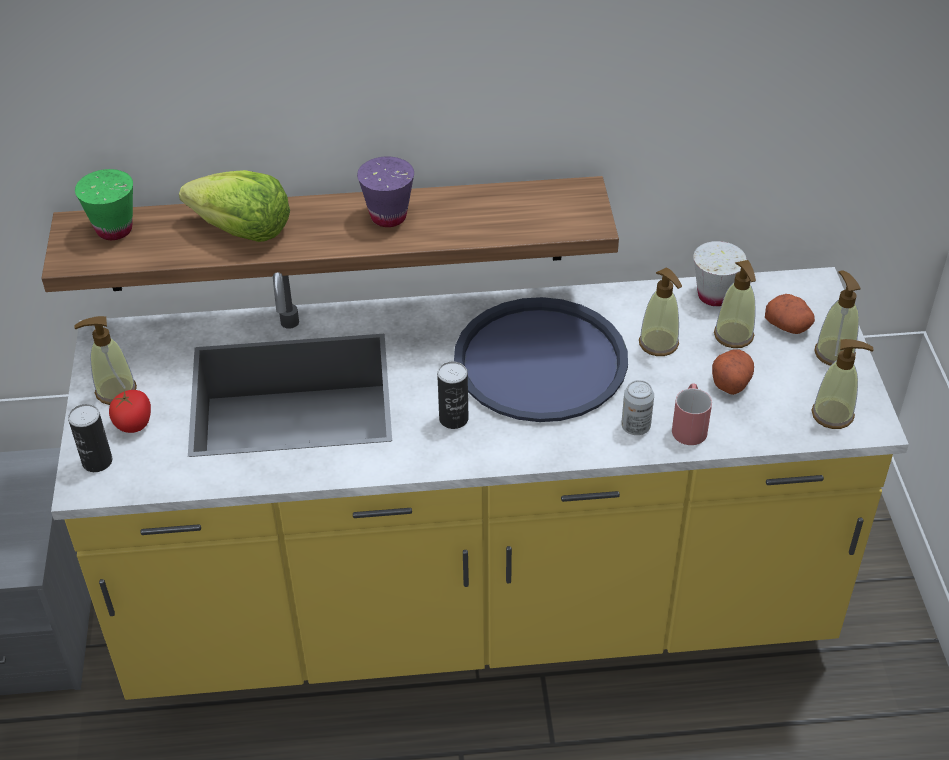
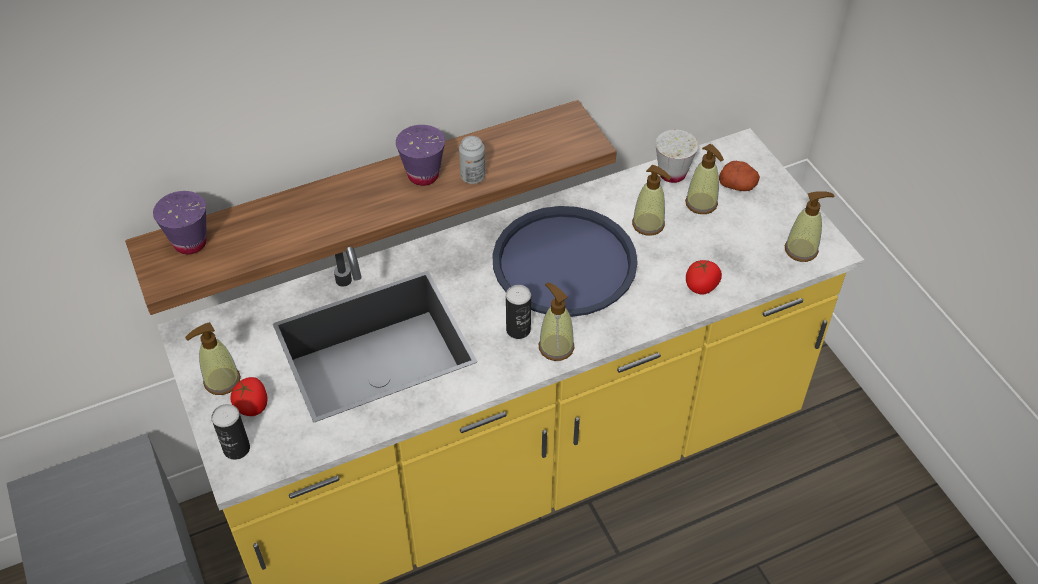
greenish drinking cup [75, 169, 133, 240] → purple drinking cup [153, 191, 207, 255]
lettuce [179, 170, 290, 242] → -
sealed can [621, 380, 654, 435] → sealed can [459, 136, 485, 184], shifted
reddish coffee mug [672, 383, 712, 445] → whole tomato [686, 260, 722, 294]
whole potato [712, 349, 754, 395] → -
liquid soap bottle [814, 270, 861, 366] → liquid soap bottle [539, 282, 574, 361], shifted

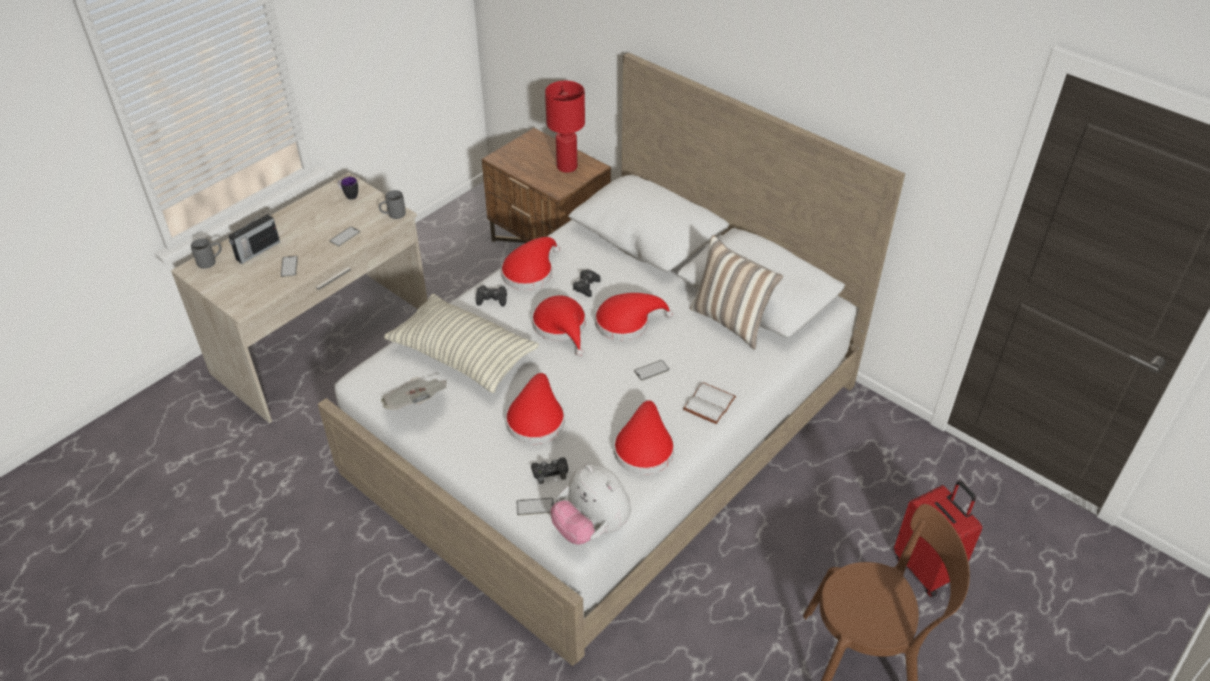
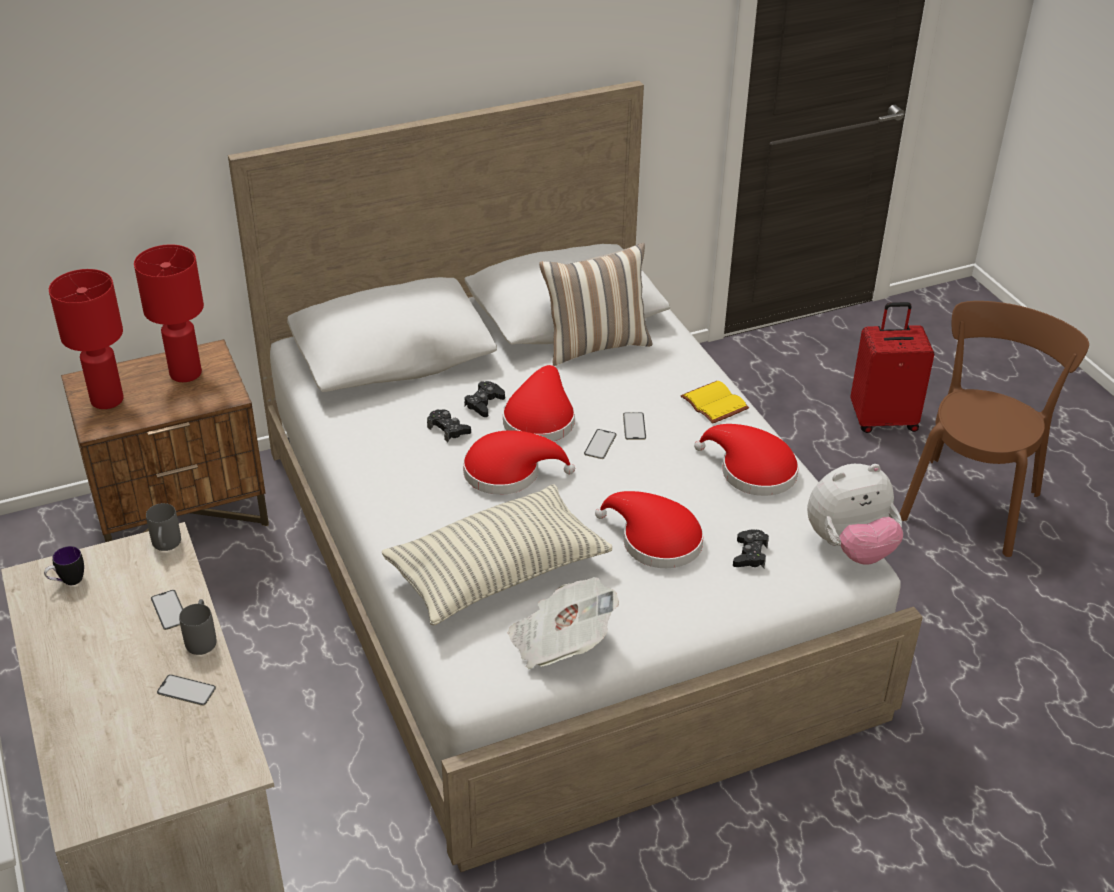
grey coffee mug [191, 238, 222, 269] → grey coffee mug [179, 599, 217, 655], shifted
radio receiver [228, 213, 280, 264] → -
black-coloured gamepad [476, 285, 507, 307] → black-coloured gamepad [464, 381, 505, 417], shifted
reddish wearable hat [501, 237, 560, 290] → -
handset [517, 498, 554, 516] → handset [584, 429, 617, 459], shifted
white-coloured bound book [683, 382, 736, 424] → yellowish bound book [680, 380, 749, 424]
- → reddish tabletop lamp [49, 269, 124, 409]

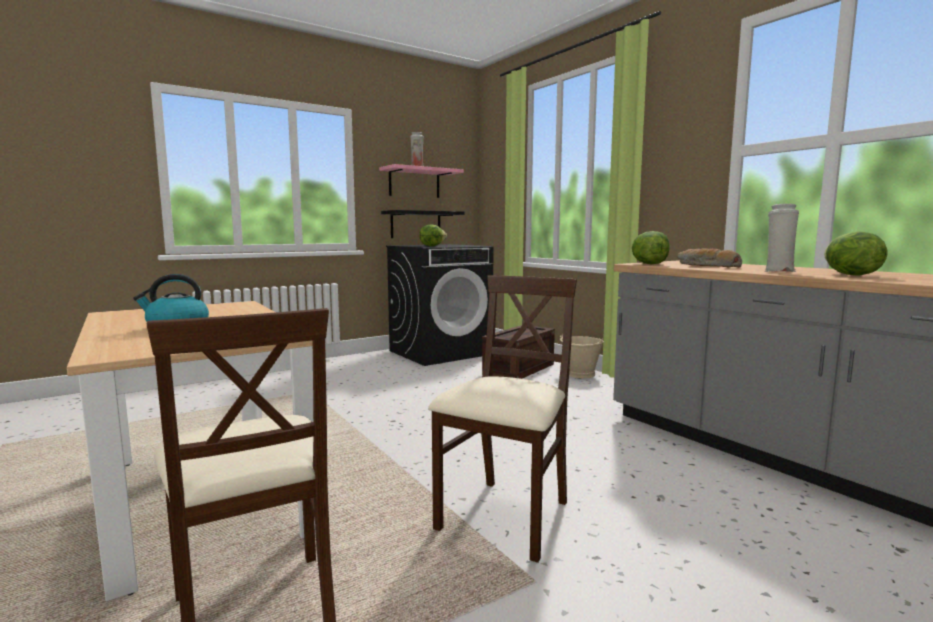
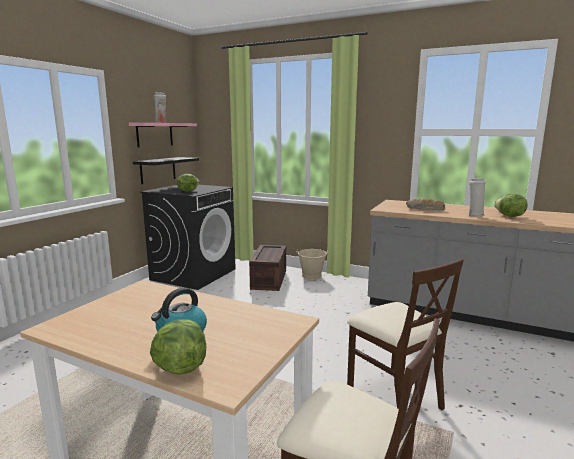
sand-coloured plain chair [428, 275, 577, 563] → sand-coloured plain chair [347, 259, 464, 410], 150 degrees clockwise
lettuce [632, 231, 670, 264] → lettuce [150, 319, 206, 375], shifted

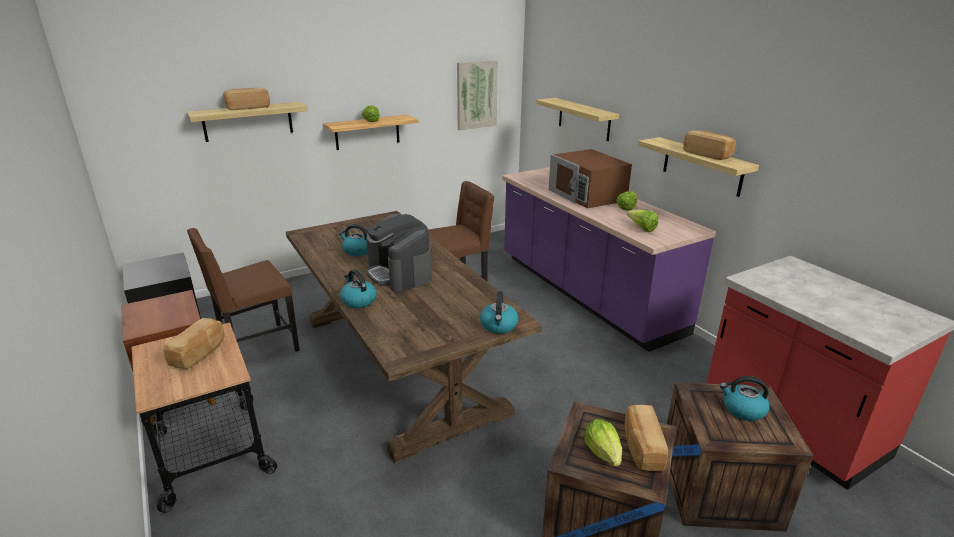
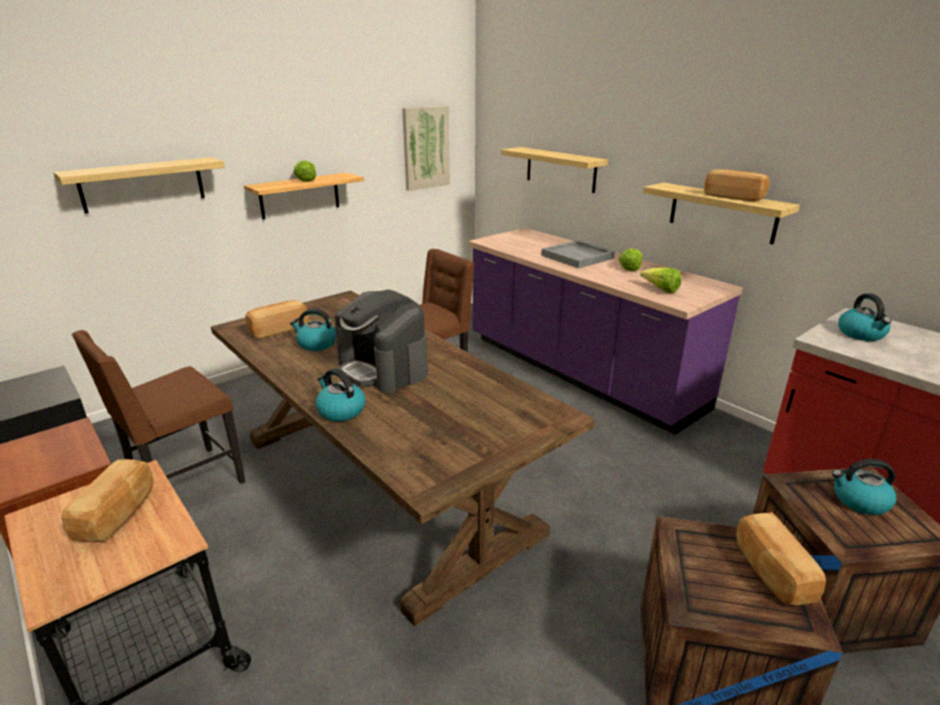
bread [224, 88, 270, 110] → bread [246, 300, 309, 339], shifted
water kettle [480, 291, 519, 334] → water kettle [838, 293, 891, 341], shifted
brownish kitchen microwave [549, 149, 632, 209] → grey serving tray [541, 240, 615, 268]
lettuce [584, 419, 622, 466] → -

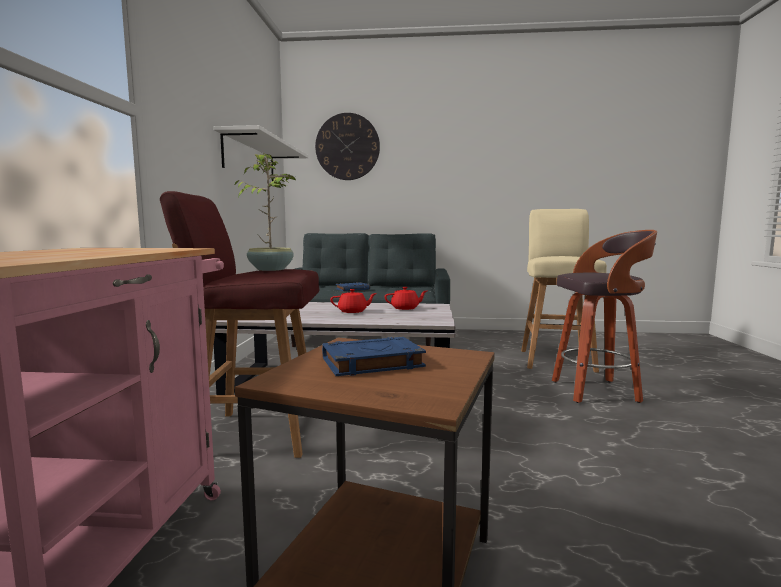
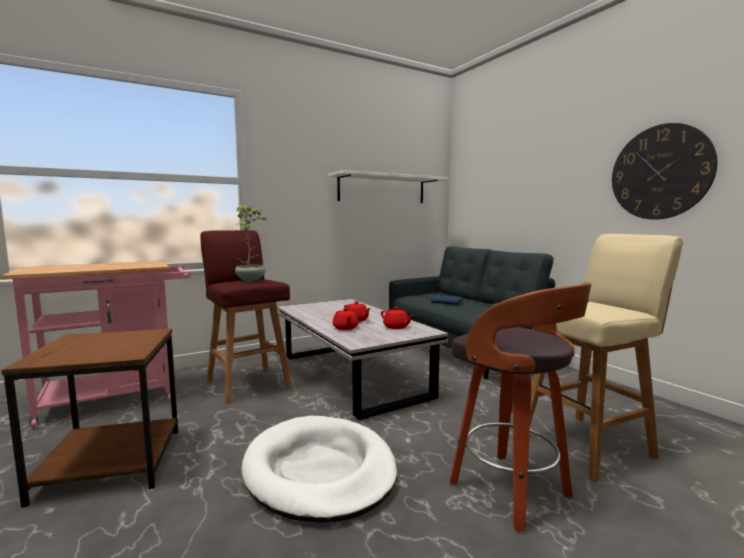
clock on the wall [315, 113, 380, 180] → clock on the wall [612, 123, 717, 220], shifted
blue-coloured bound book [322, 337, 426, 376] → -
- → white-coloured pet bed [241, 416, 397, 523]
- → reddish pot for tea [333, 308, 359, 330]

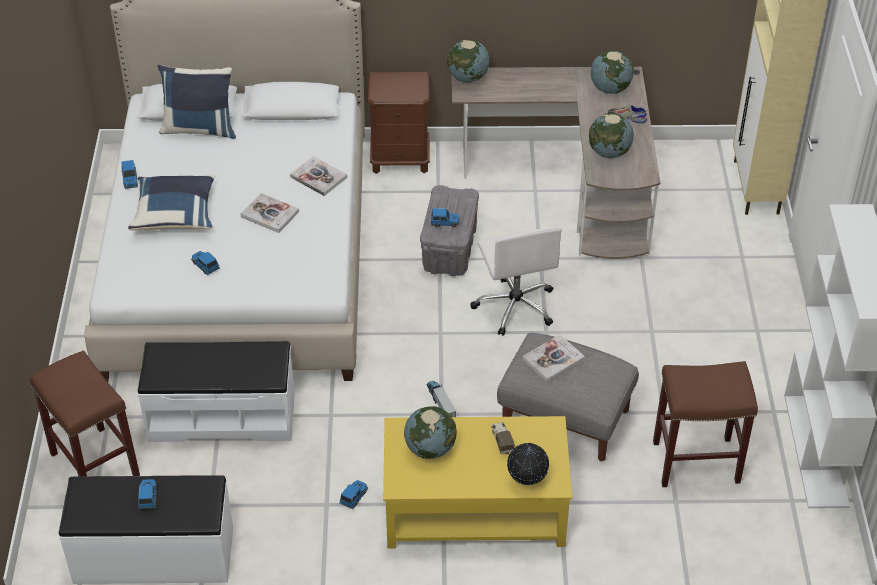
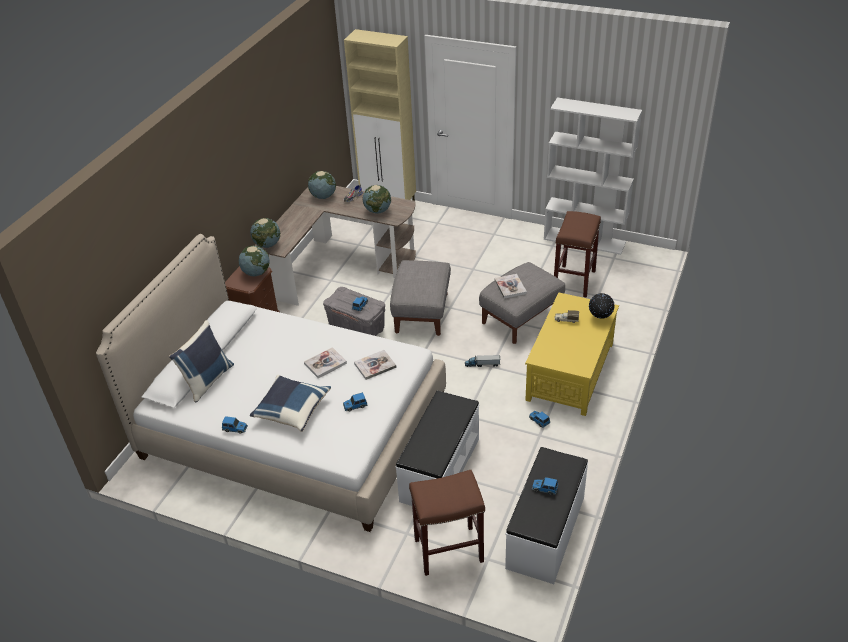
bound book [290, 156, 347, 196] → bound book [354, 350, 397, 380], shifted
desk globe [404, 406, 457, 459] → desk globe [239, 246, 270, 276], shifted
white-coloured desk chair [471, 227, 561, 336] → grey footrest [390, 260, 451, 336]

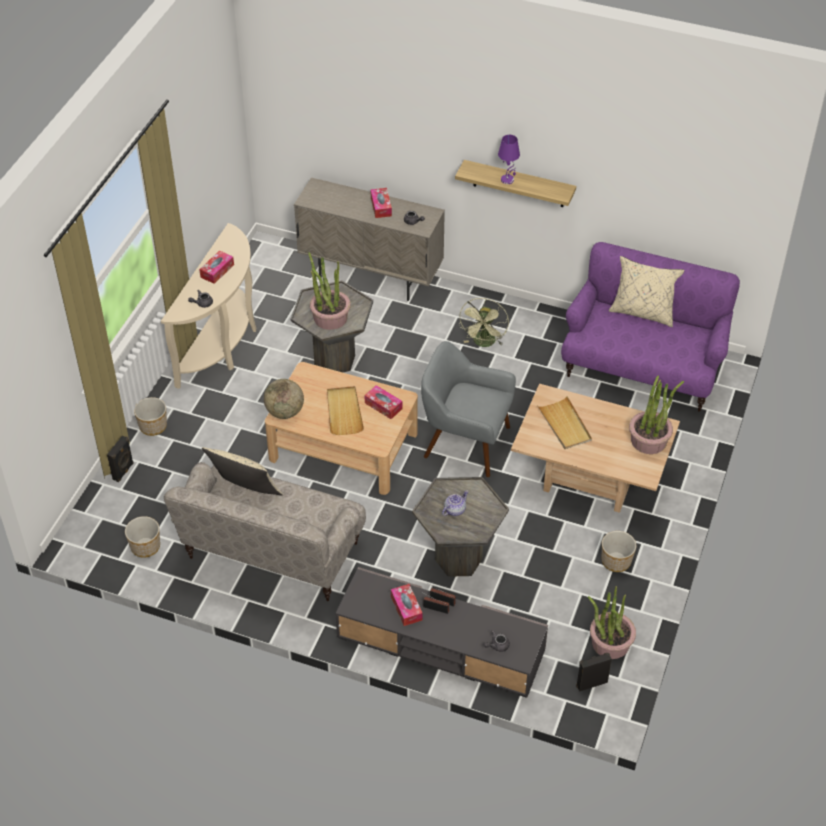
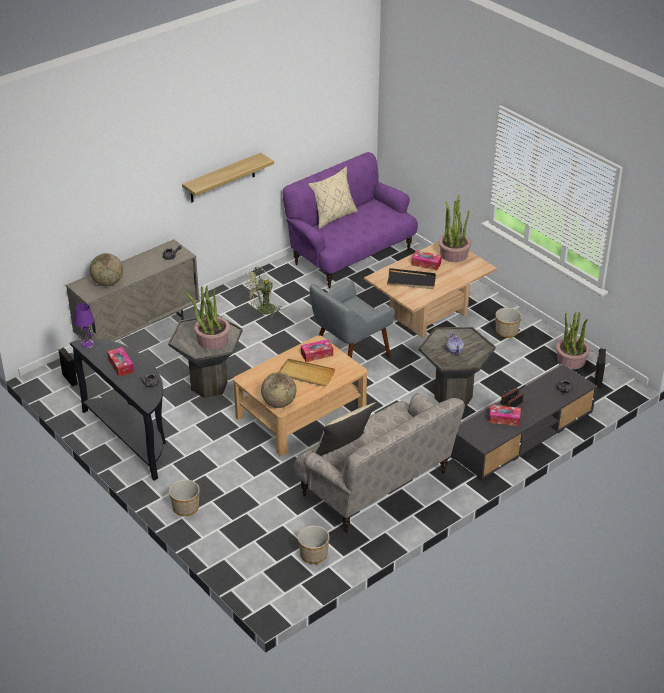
black-coloured loudspeaker [107, 436, 134, 482] → black-coloured loudspeaker [58, 348, 78, 386], shifted
sand-coloured hall table [161, 223, 256, 389] → black-coloured hall table [70, 339, 166, 481]
tissue box [371, 188, 392, 218] → tissue box [411, 250, 442, 270], shifted
greenish cooling fan [459, 298, 509, 347] → greenish cooling fan [245, 267, 282, 318], 105 degrees clockwise
purple tabletop lamp [498, 135, 520, 184] → purple tabletop lamp [74, 303, 94, 348], shifted
sand-coloured serving tray [538, 396, 592, 449] → black-coloured serving tray [387, 268, 436, 289]
- → desk globe [90, 253, 123, 286]

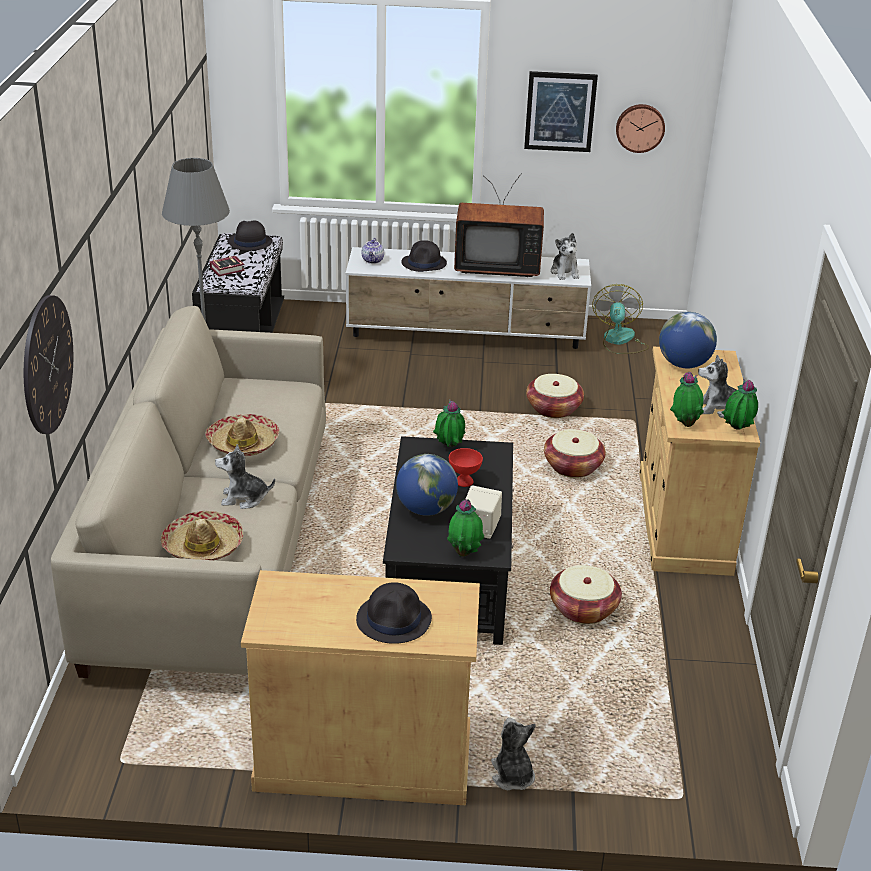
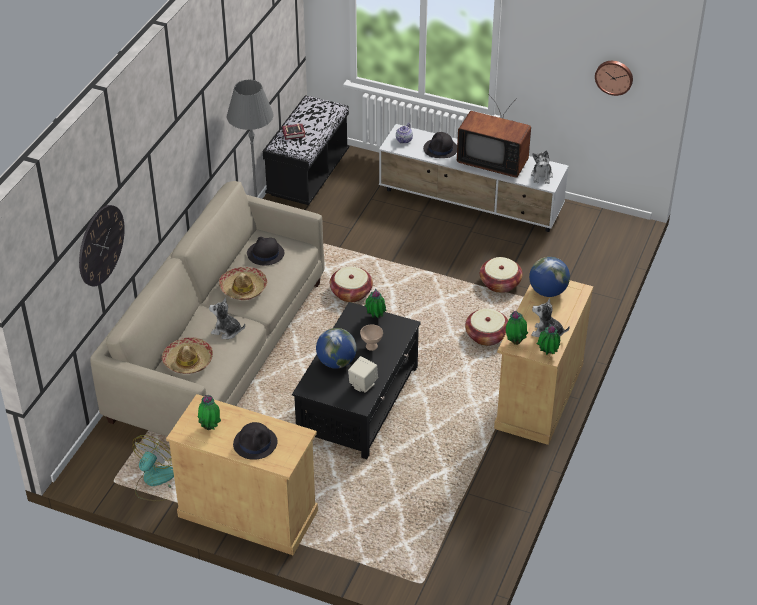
black-coloured wearable hat [227, 221, 273, 251] → black-coloured wearable hat [247, 237, 284, 265], shifted
houseplant [447, 499, 484, 557] → houseplant [198, 395, 221, 430], shifted
reddish serving bowl [449, 448, 483, 487] → sand-coloured serving bowl [360, 324, 383, 351]
plush toy [491, 718, 536, 790] → -
wall picture [524, 71, 598, 152] → -
basket [550, 565, 622, 624] → basket [330, 267, 373, 302], shifted
cooling fan [592, 284, 649, 354] → cooling fan [133, 435, 174, 501], shifted

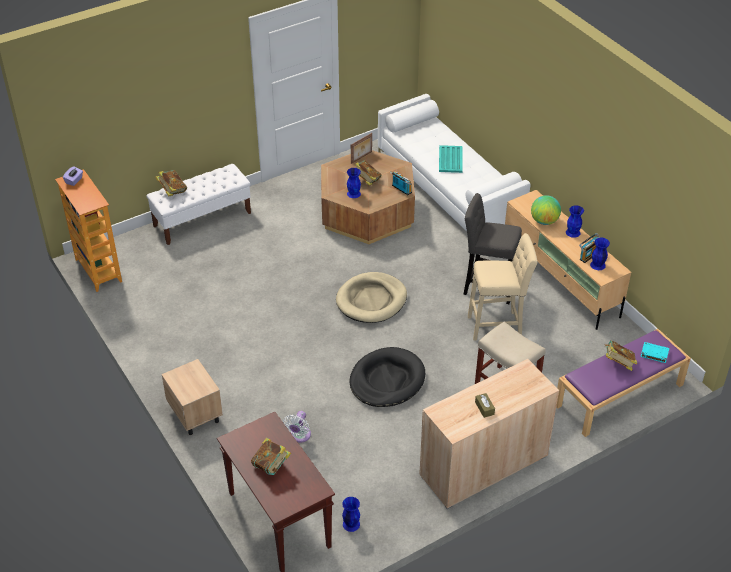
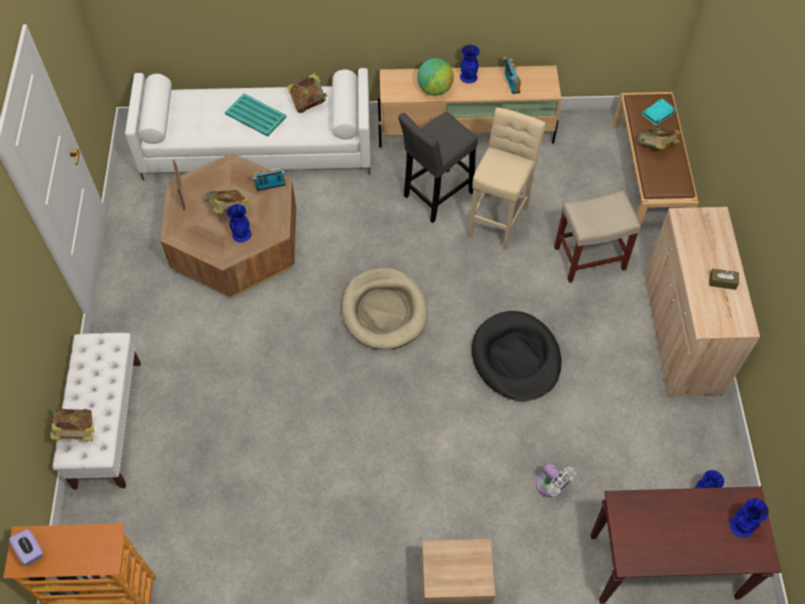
bound book [251, 437, 291, 475] → bound book [287, 73, 327, 113], shifted
purple bench [556, 329, 691, 437] → brownish bench [613, 92, 698, 226]
blue-coloured flower vase [590, 238, 610, 270] → blue-coloured flower vase [730, 498, 769, 538], shifted

